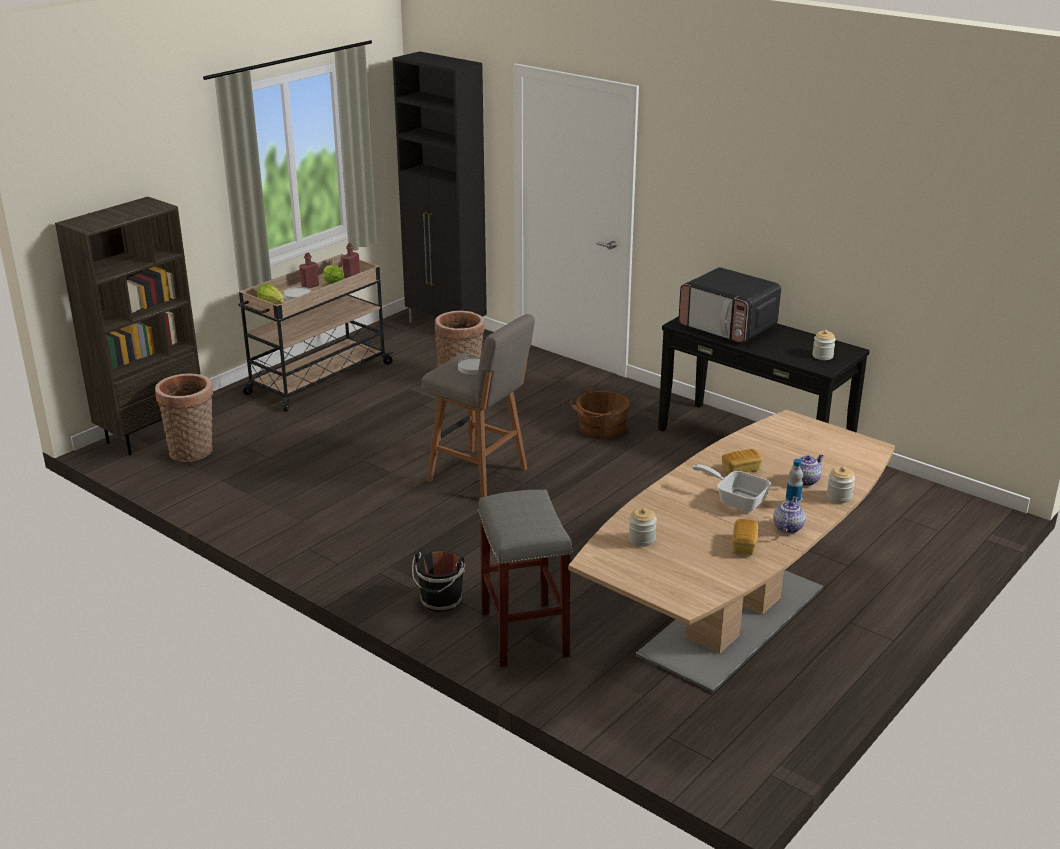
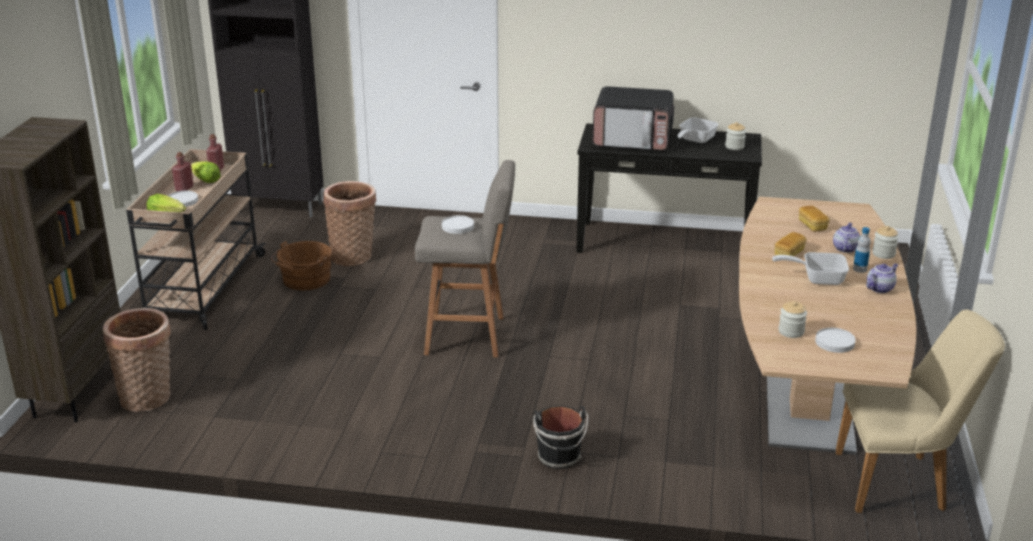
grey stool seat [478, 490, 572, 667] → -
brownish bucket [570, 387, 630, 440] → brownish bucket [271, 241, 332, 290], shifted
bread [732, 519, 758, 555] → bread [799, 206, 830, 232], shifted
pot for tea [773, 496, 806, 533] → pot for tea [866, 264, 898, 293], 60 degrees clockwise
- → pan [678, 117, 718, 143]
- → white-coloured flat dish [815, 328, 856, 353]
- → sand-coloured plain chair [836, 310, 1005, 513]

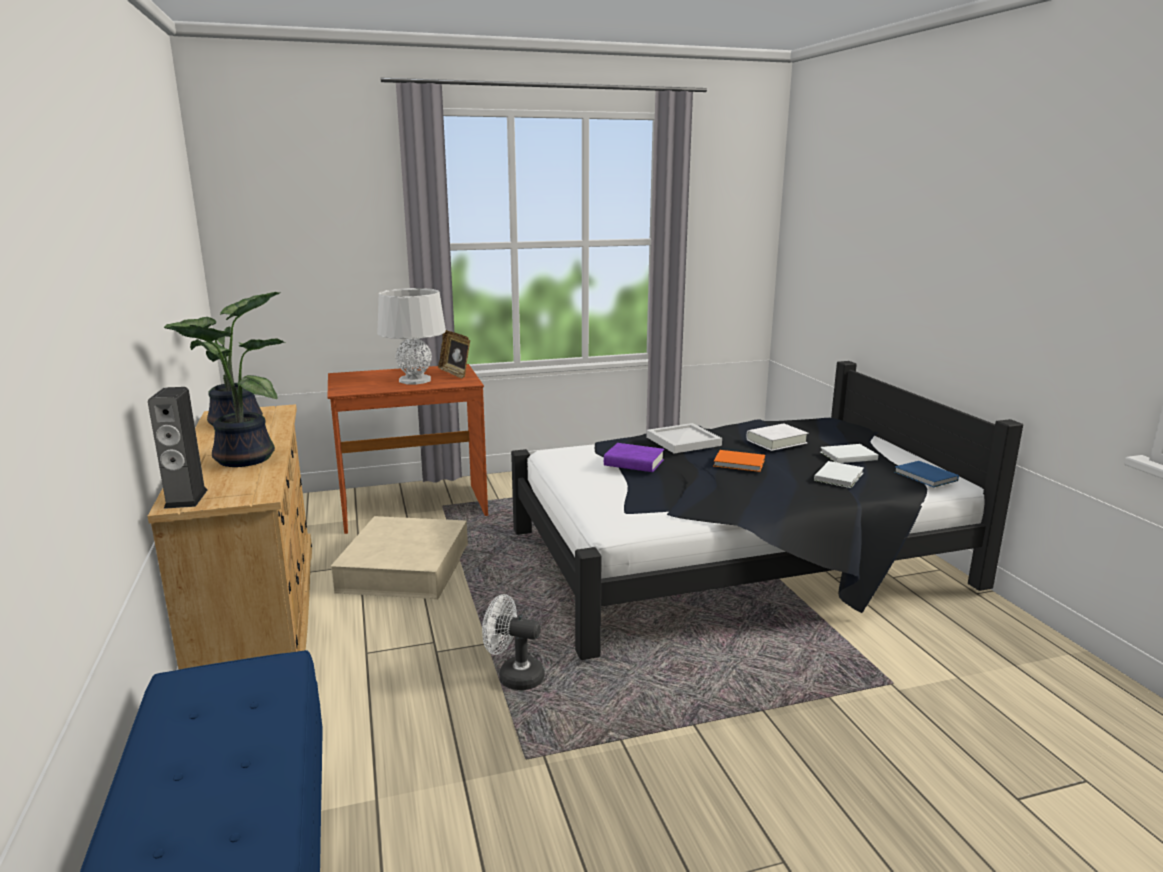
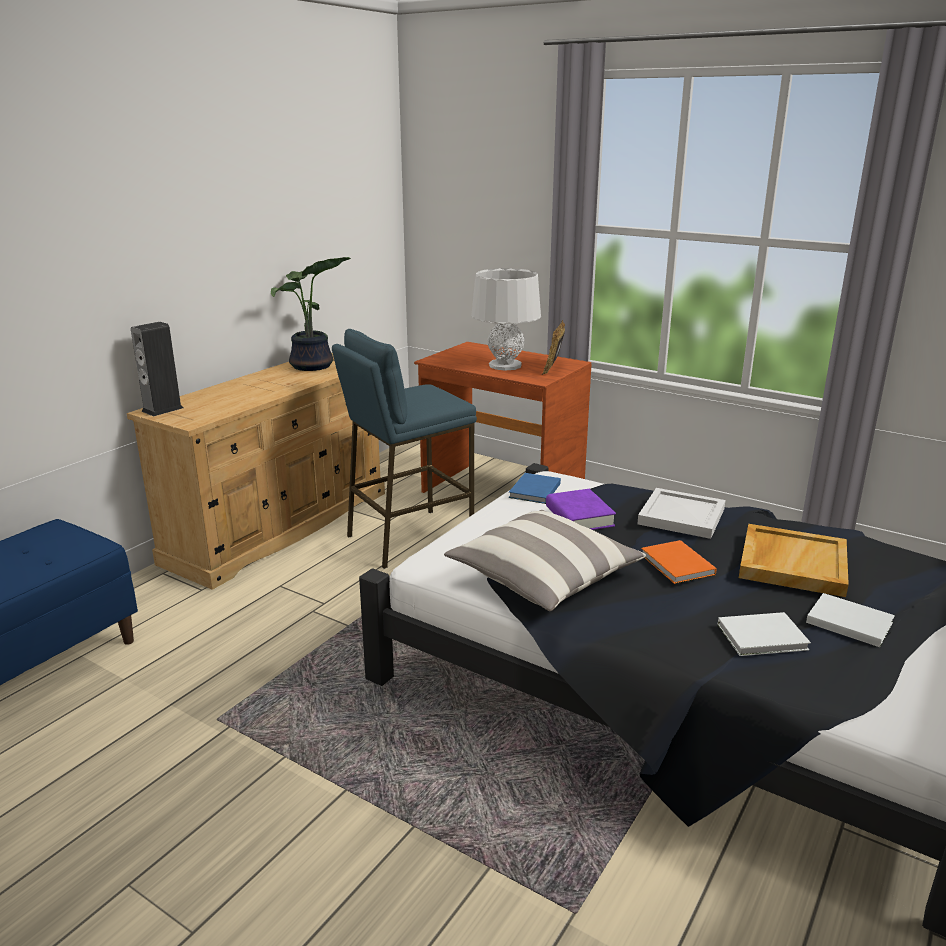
houseplant [164, 322, 286, 467] → -
sand-coloured storage box [331, 516, 468, 599] → blue-coloured stool seat [332, 329, 477, 569]
white-coloured cooling fan [482, 594, 544, 690] → -
white-coloured bound book [746, 424, 808, 451] → sand-coloured serving tray [739, 524, 849, 597]
blue-coloured bound book [894, 461, 959, 487] → blue-coloured bound book [509, 473, 561, 504], shifted
- → pillow [444, 510, 646, 611]

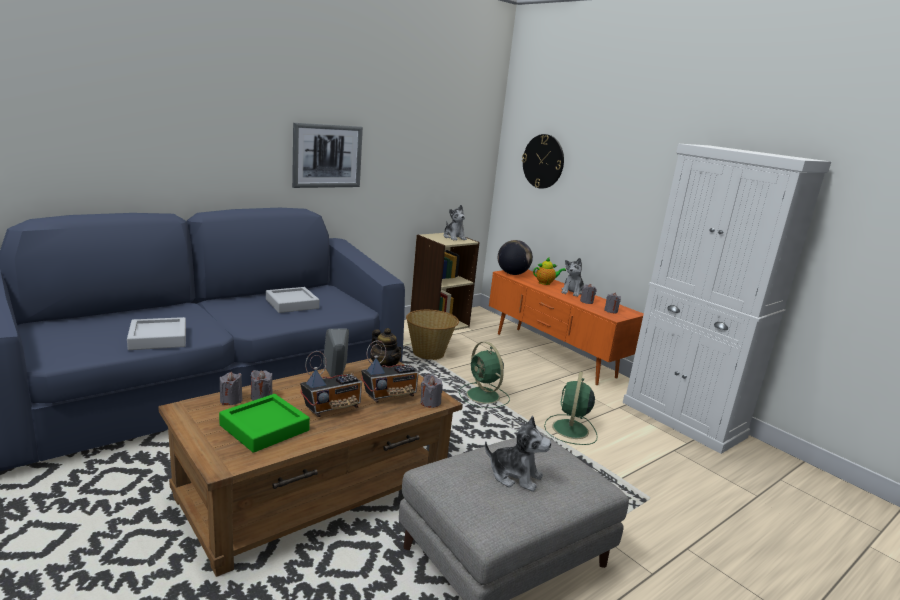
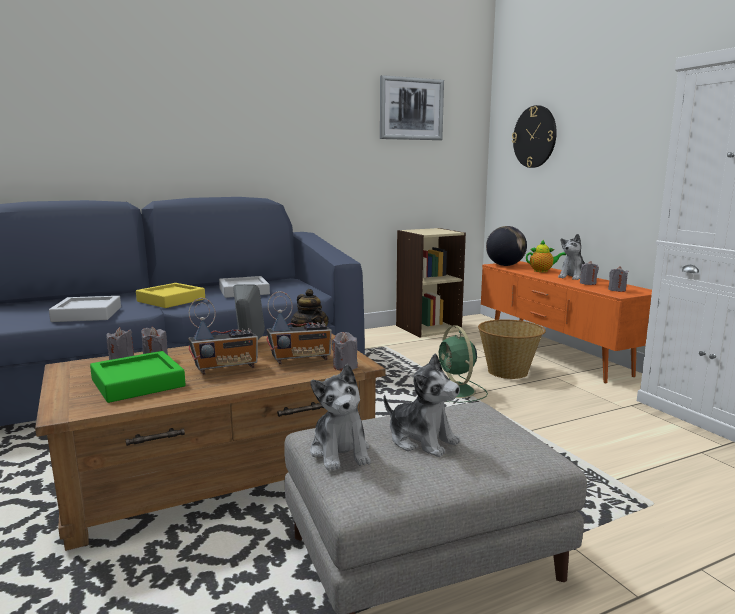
wall picture [292, 123, 363, 188] → wall picture [380, 75, 444, 140], shifted
basket [406, 310, 459, 360] → basket [478, 319, 546, 379], shifted
plush toy [443, 205, 467, 241] → plush toy [310, 364, 371, 470], shifted
greenish cooling fan [544, 371, 598, 445] → -
- → yellowish serving tray [136, 283, 205, 308]

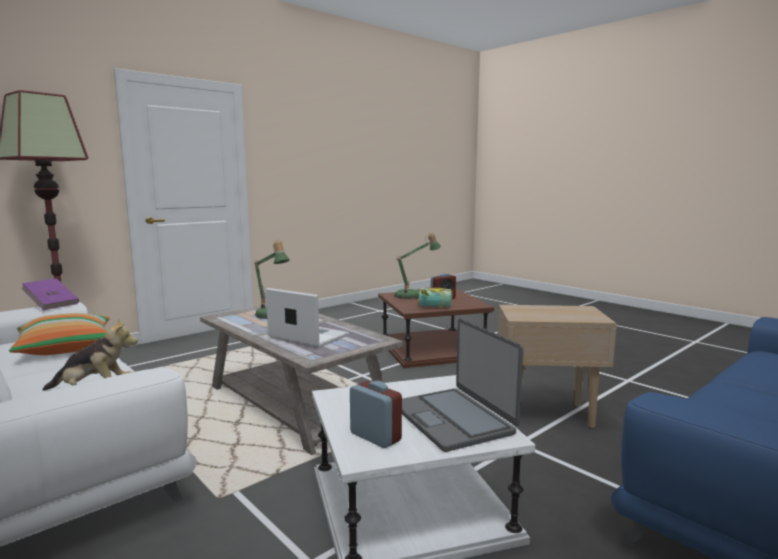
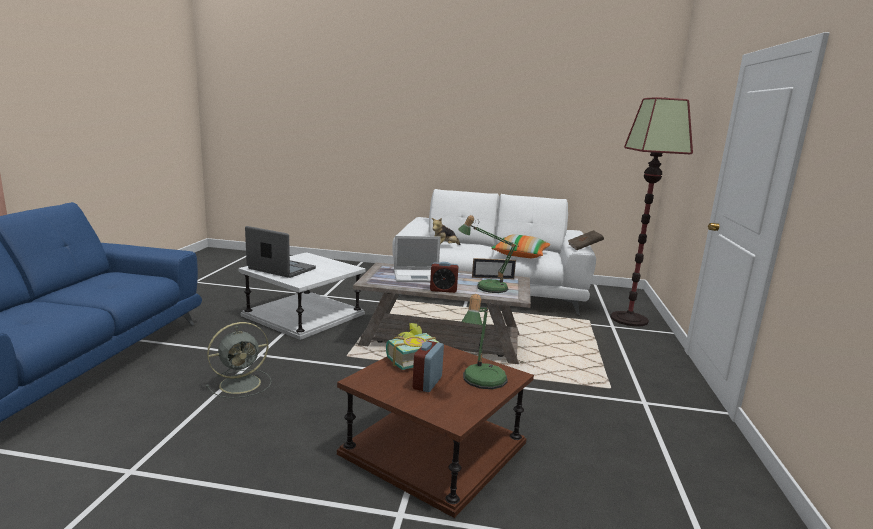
purple bound book [22, 278, 79, 310] → brownish bound book [568, 230, 604, 250]
alarm clock [350, 381, 402, 448] → alarm clock [430, 262, 459, 293], shifted
sand-coloured accent table [498, 305, 617, 428] → grey cooling fan [206, 322, 271, 398]
- → photo frame [472, 258, 516, 279]

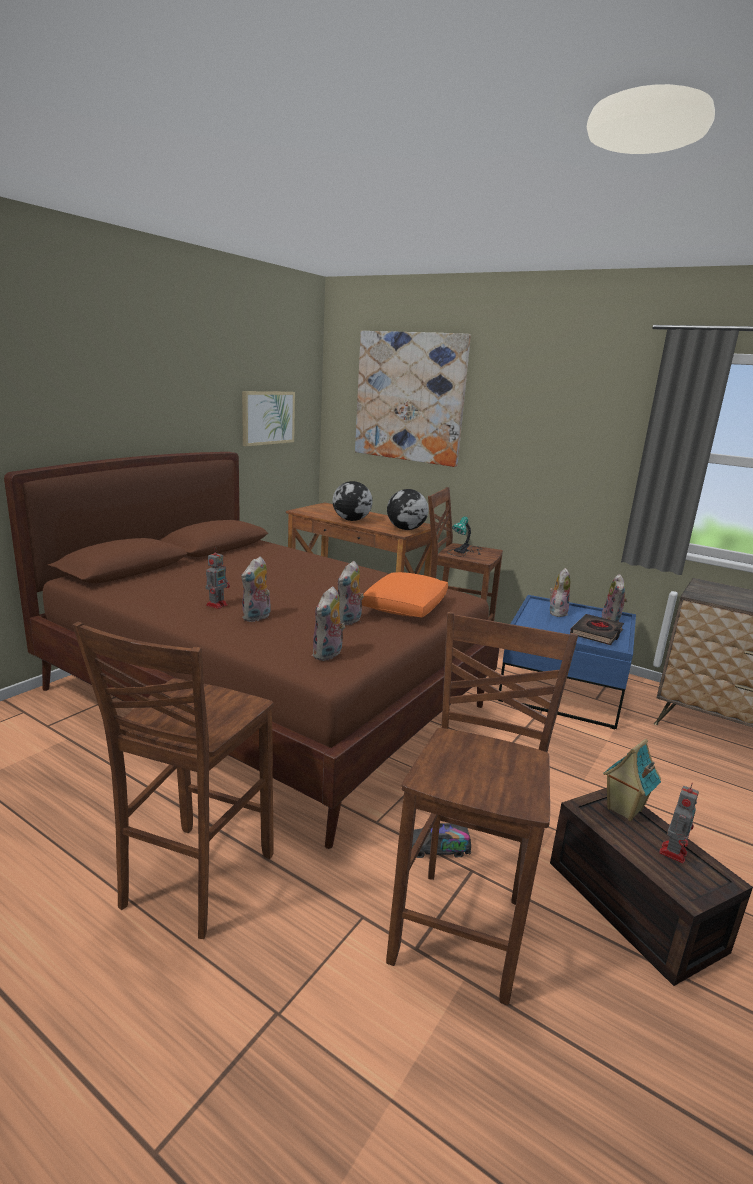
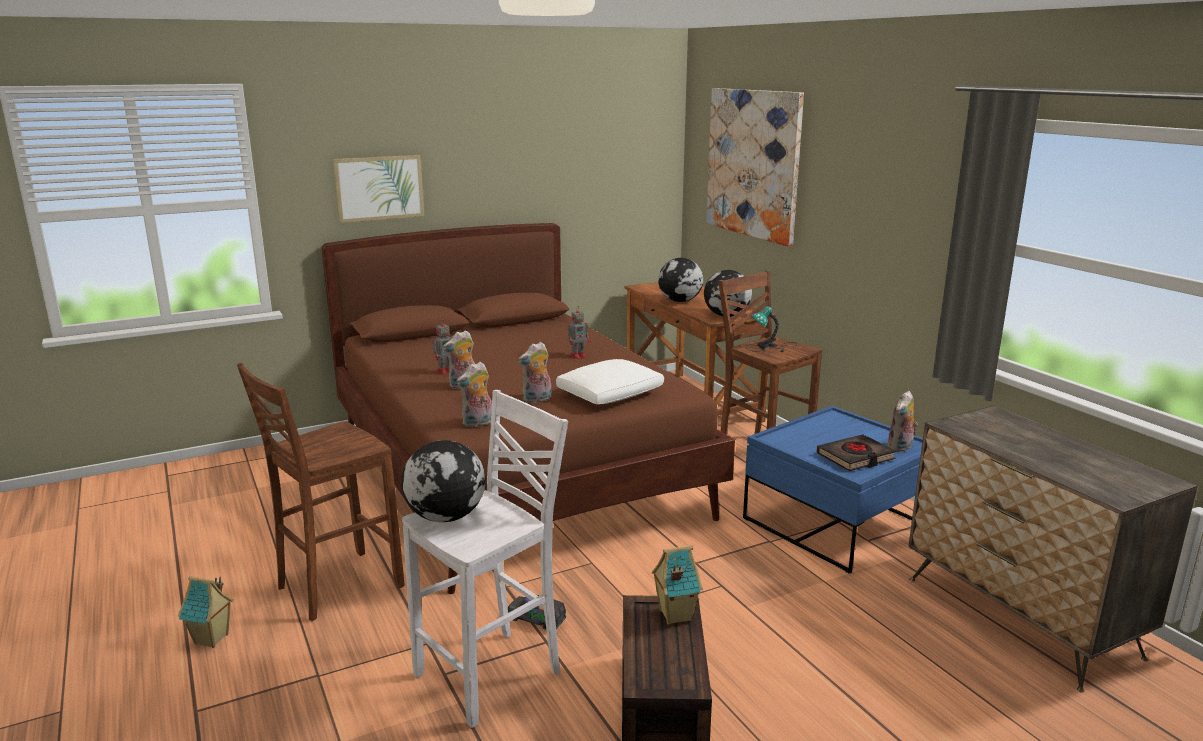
wall picture [242, 391, 295, 446] → wall picture [333, 155, 424, 223], shifted
orange pillow [362, 572, 448, 617] → white-coloured pillow [556, 359, 664, 404]
brownish stool seat [386, 612, 578, 1005] → white-coloured stool seat [402, 390, 568, 728]
plush toy [549, 568, 570, 617] → -
toy robot [659, 784, 699, 864] → toy robot [568, 307, 590, 359], shifted
- → miniature house [178, 576, 234, 648]
- → desk globe [401, 440, 486, 522]

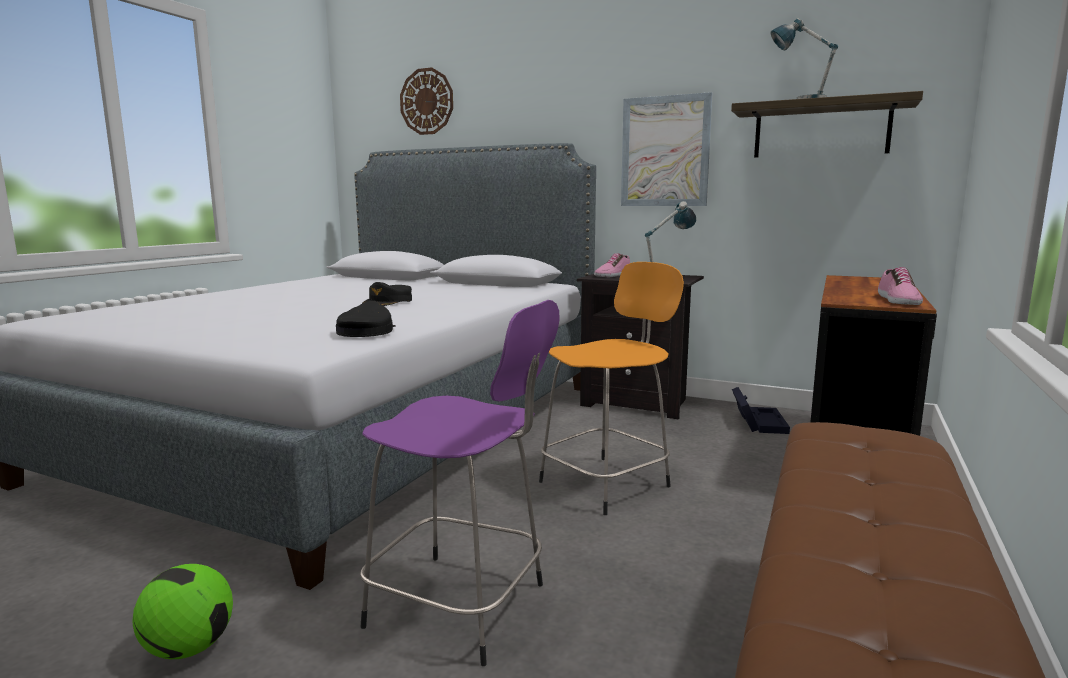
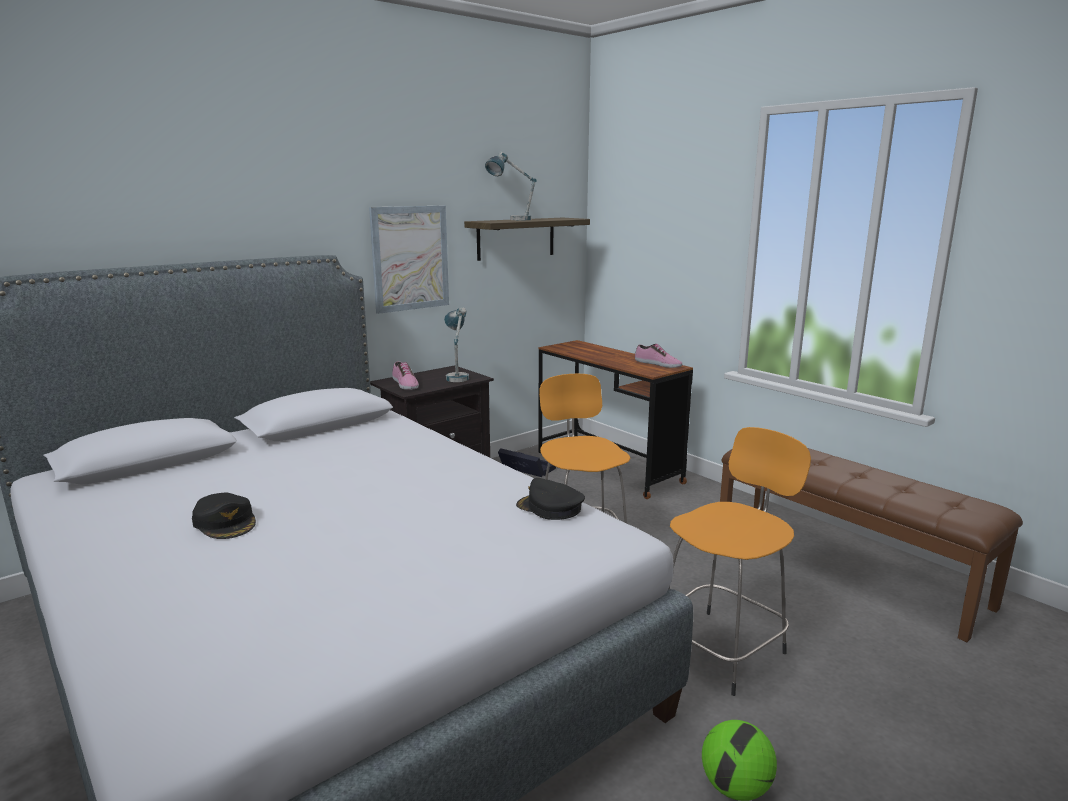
purple stool seat [360, 300, 560, 666] → orange stool seat [668, 427, 811, 696]
black-coloured cap [363, 282, 412, 306] → black-coloured cap [192, 493, 256, 539], shifted
clock on the wall [400, 67, 453, 135] → -

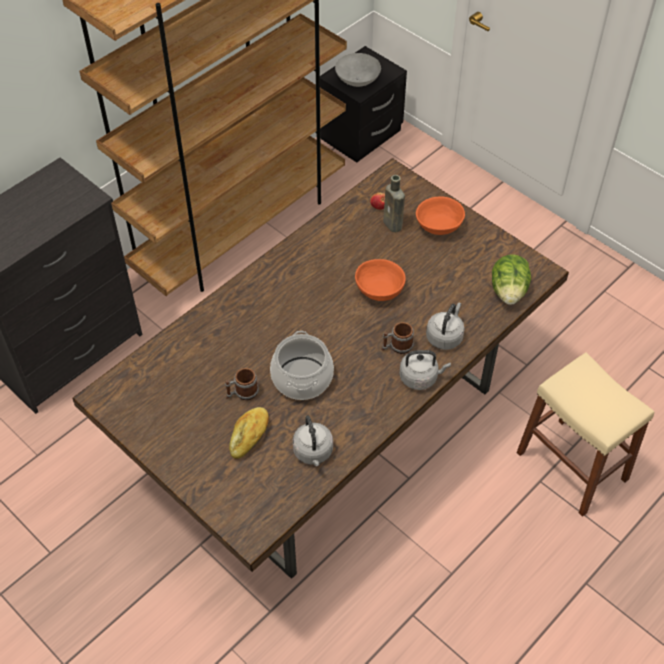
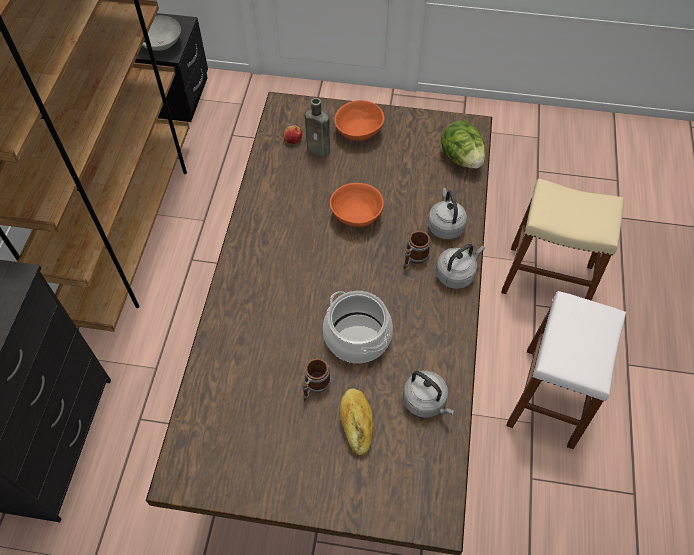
- → white-coloured stool seat [506, 291, 626, 449]

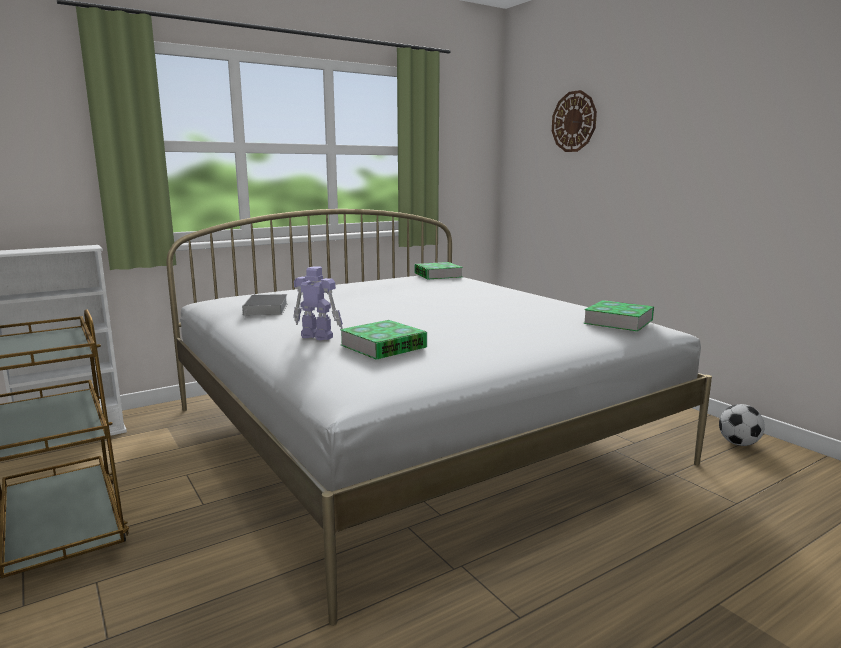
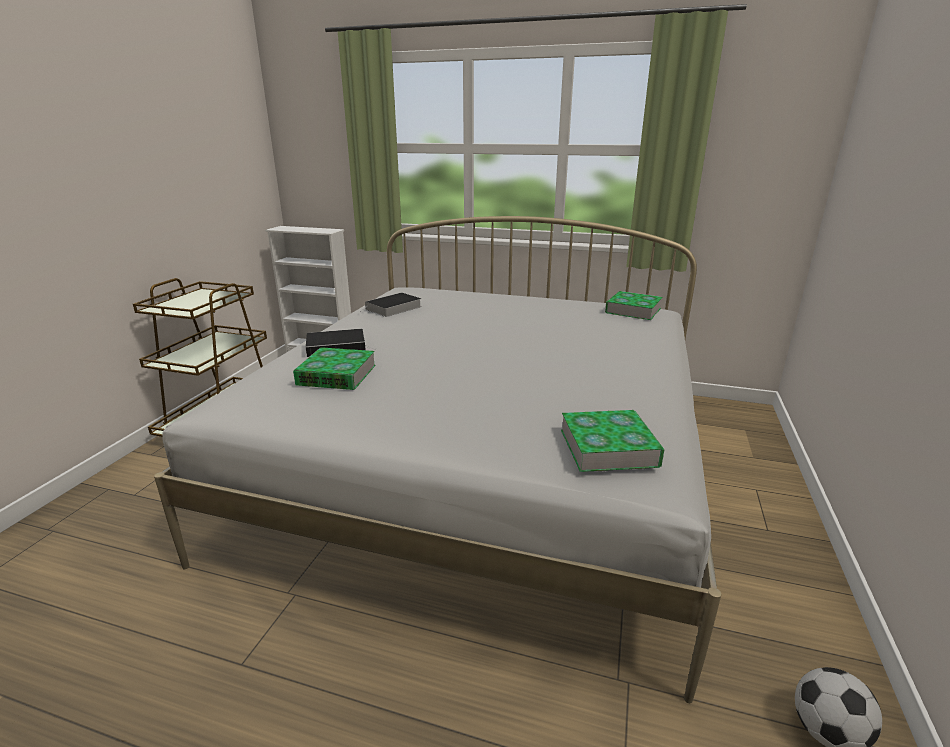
toy robot [293, 266, 343, 341] → bound book [306, 329, 377, 357]
clock on the wall [552, 90, 597, 152] → -

